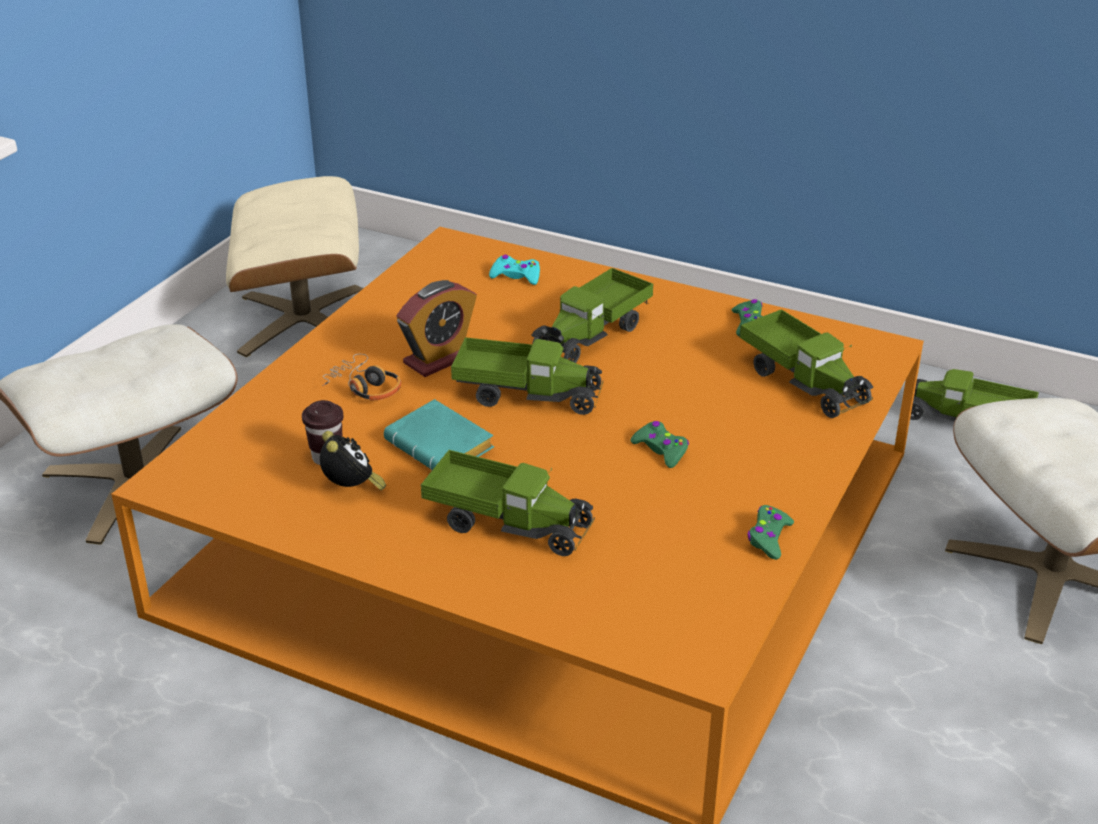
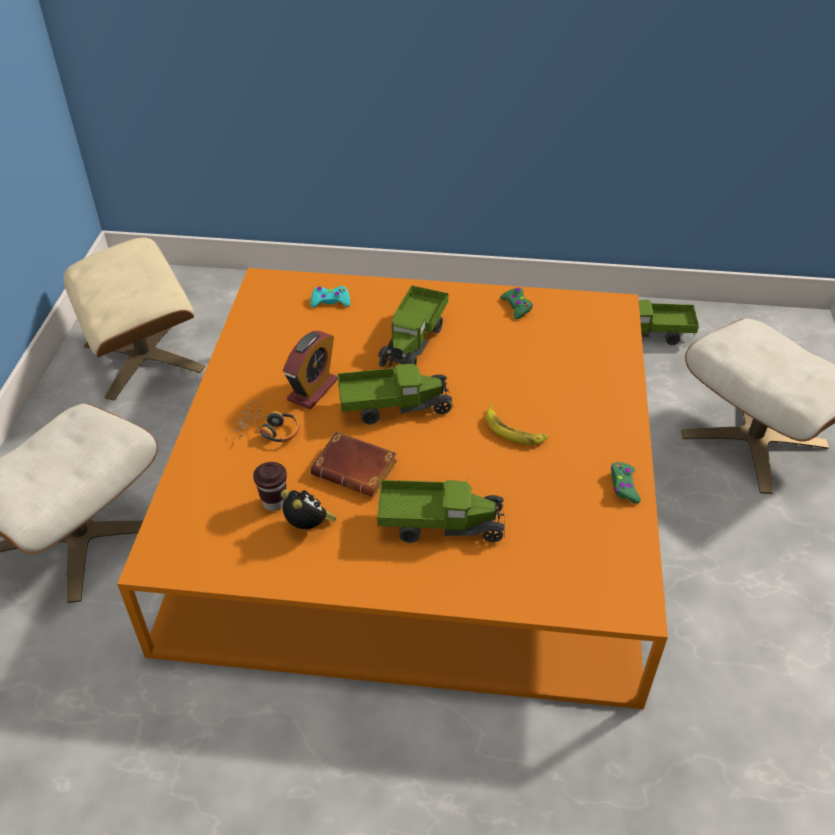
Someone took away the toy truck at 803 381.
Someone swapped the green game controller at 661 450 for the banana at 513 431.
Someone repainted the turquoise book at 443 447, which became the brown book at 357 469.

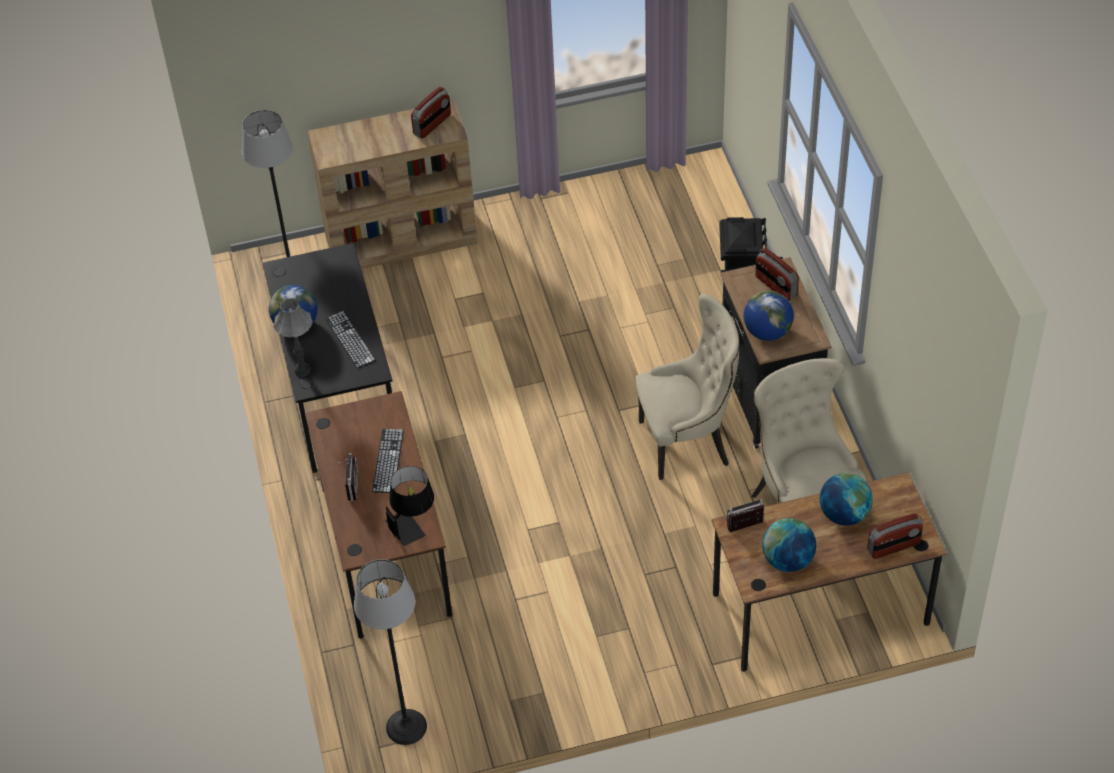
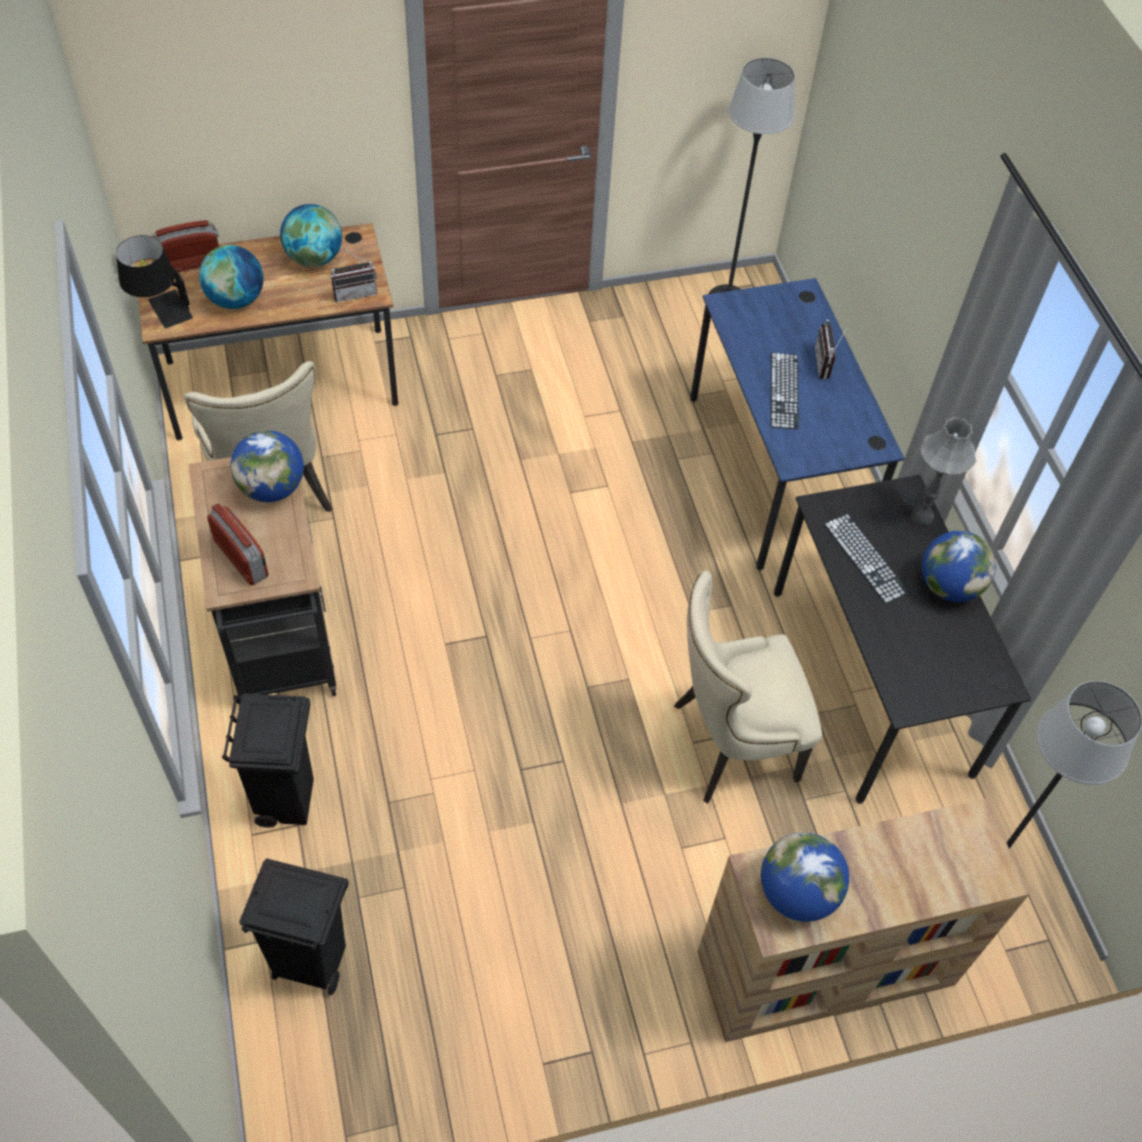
Someone put down the black trash can at 311 963.
Someone carried the black table lamp from 412 523 to 160 312.
Someone carried the beige chair from 686 441 to 731 744.
Someone swapped the radio at 432 125 for the globe at 797 893.
Someone repainted the brown desk at 385 550, which became the blue desk at 774 471.

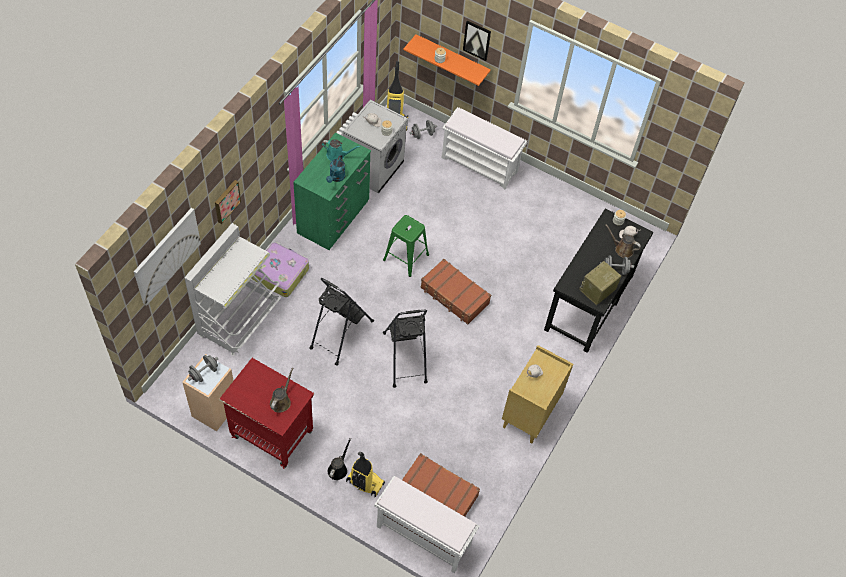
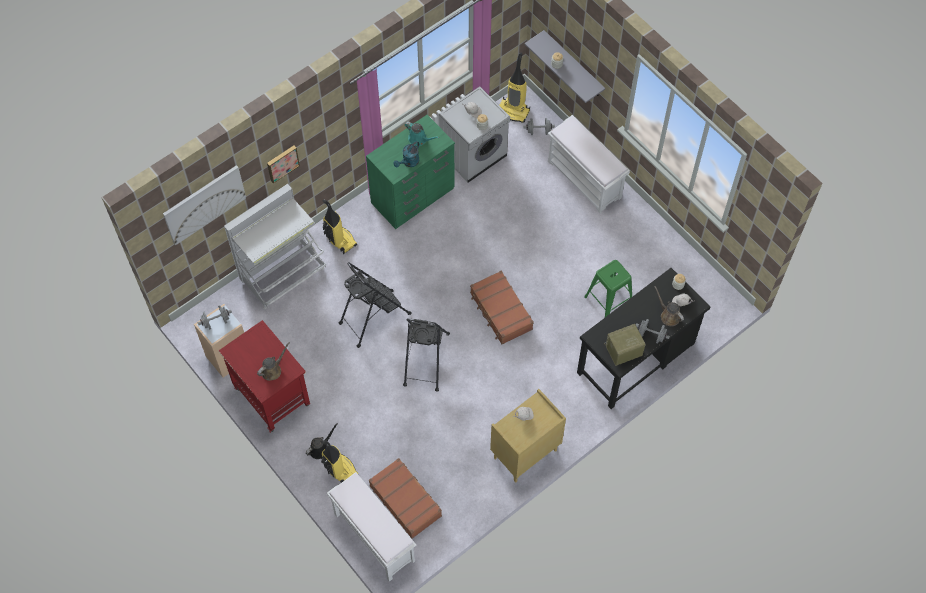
Someone took away the picture at 477 40.
Someone carried the green stool from 406 257 to 608 300.
Someone swapped the suitcase at 280 273 for the vacuum cleaner at 339 240.
Someone repainted the orange shelf at 452 58, which became the grey shelf at 573 65.

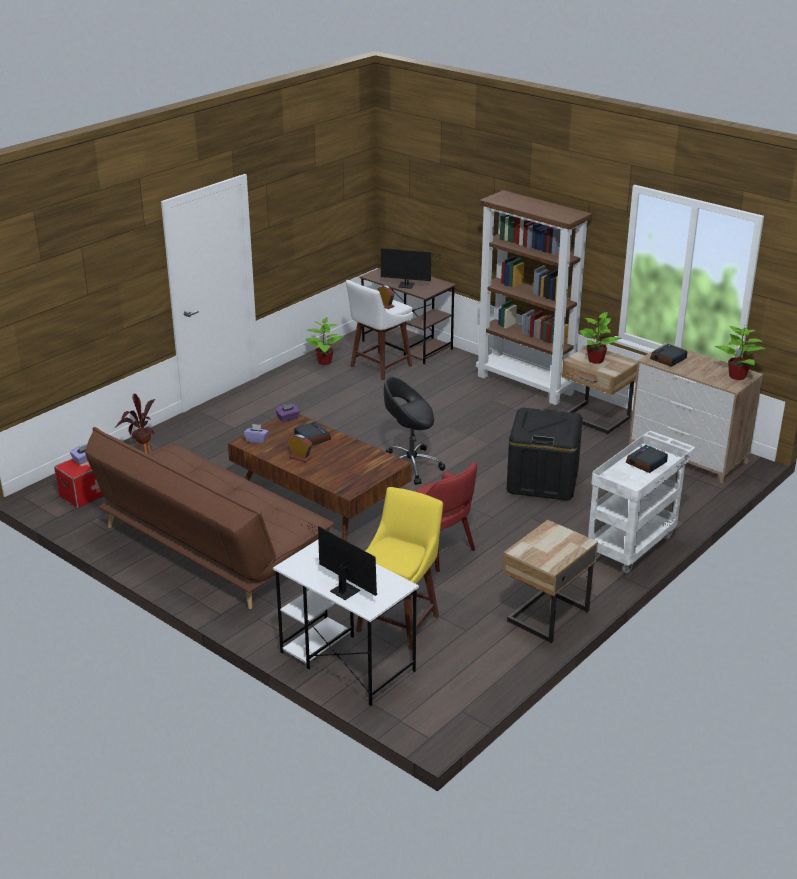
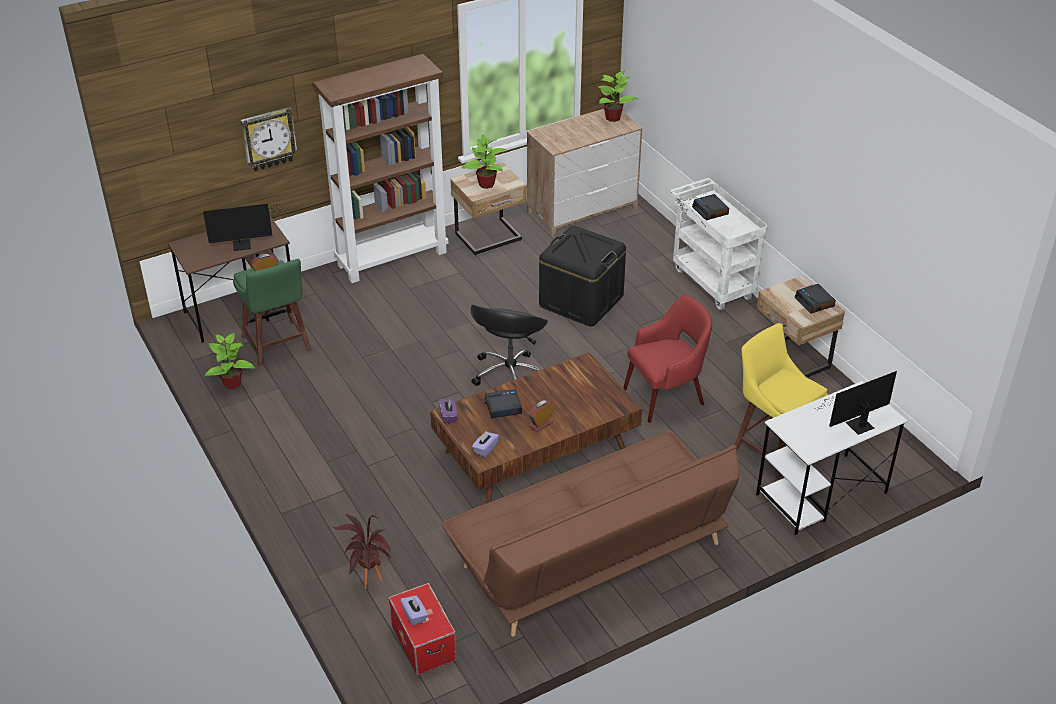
Someone put up the wall clock at 268 139.
Someone carried the alarm clock from 668 359 to 815 302.
Someone repainted the white stool at 379 367, which became the green stool at 277 345.
Someone rotated the monitor at 408 285 by 45 degrees clockwise.

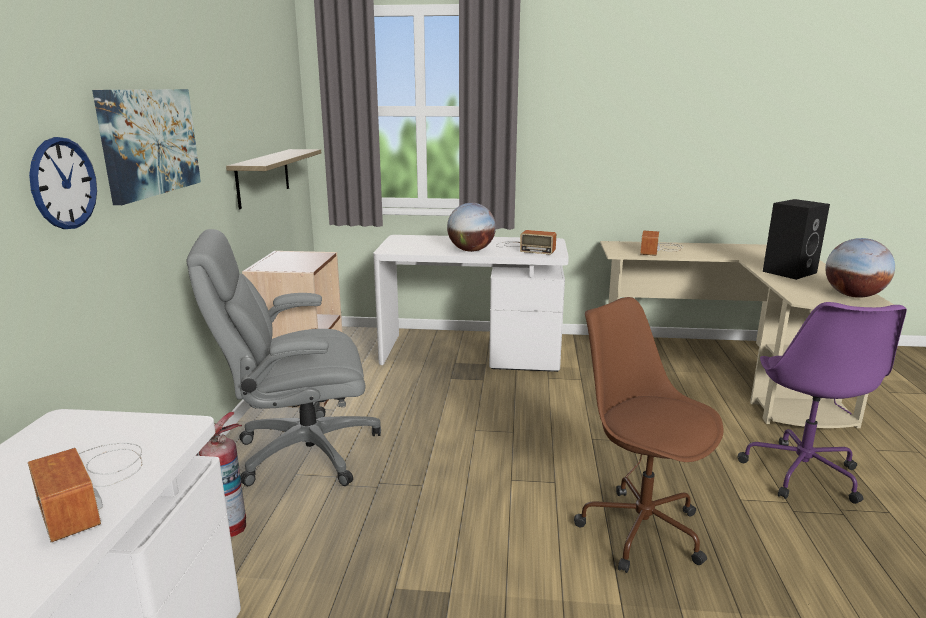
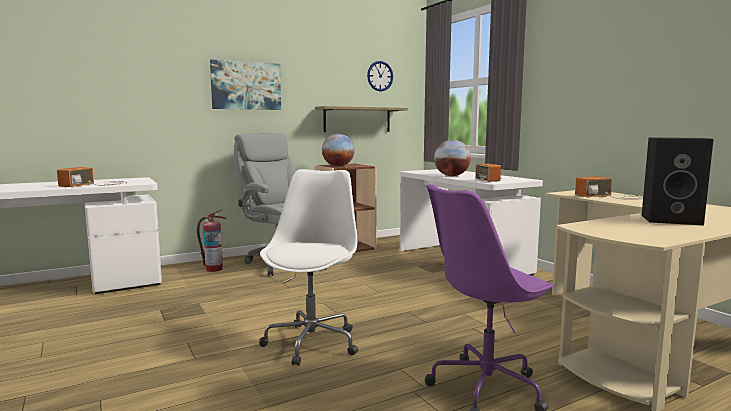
Someone carried the wall clock from 63 183 to 380 76.
Someone carried the globe from 853 296 to 338 166.
Someone repainted the brown office chair at 638 530, which became the white office chair at 312 342.

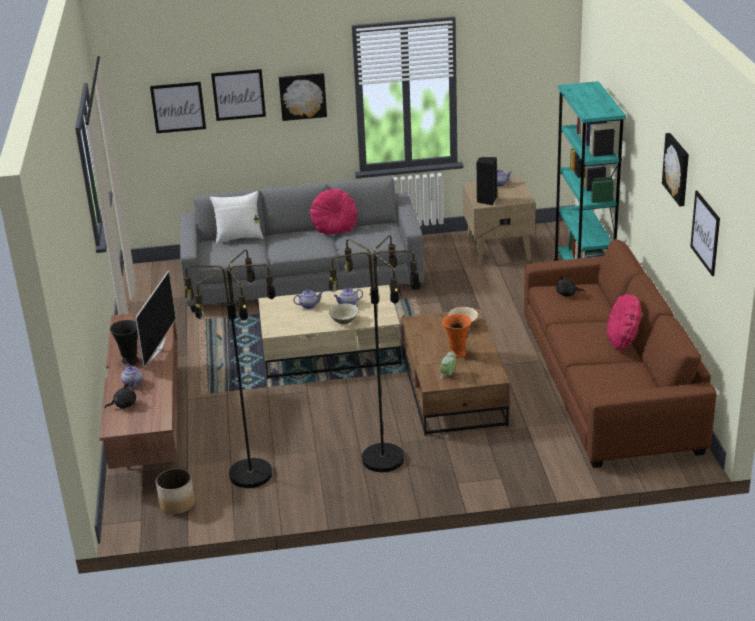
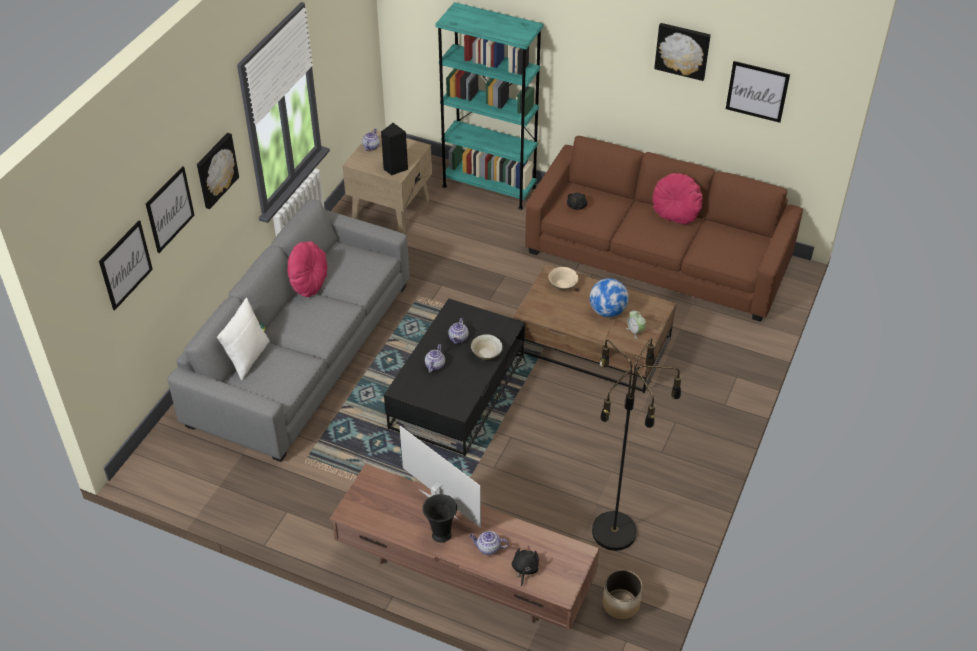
Someone took away the floor lamp at 384 458.
Someone swapped the orange vase at 457 354 for the globe at 607 311.
Someone repainted the beige coffee table at 331 351, which became the black coffee table at 457 391.

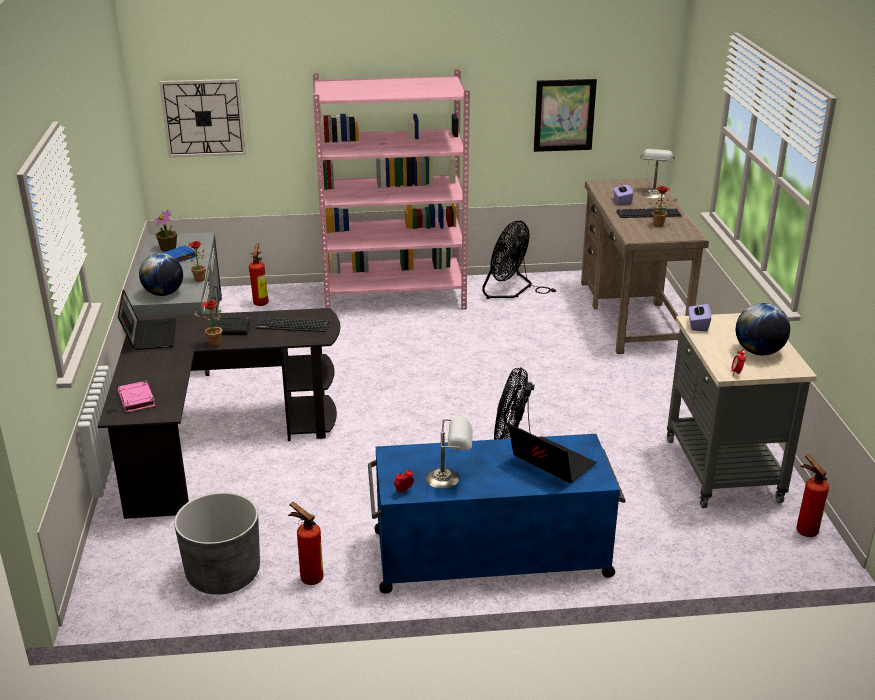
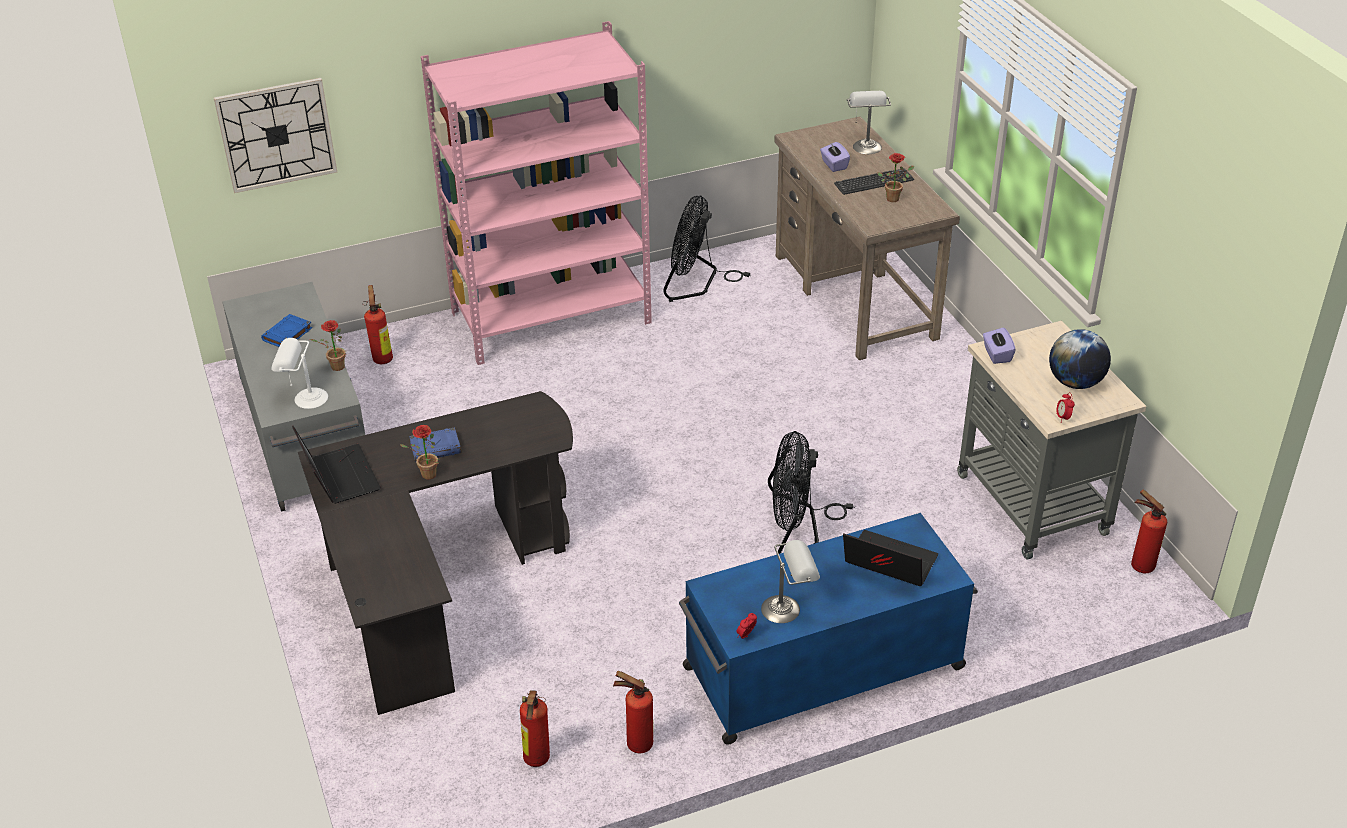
Someone took away the pink book at 137 400.
Someone took away the potted plant at 168 248.
Someone took away the keyboard at 292 325.
Someone took away the picture at 564 115.
Someone swapped the globe at 164 293 for the white table lamp at 303 398.
Someone swapped the grey planter at 223 574 for the fire extinguisher at 536 761.
Someone repainted the black book at 230 329, which became the blue book at 436 448.

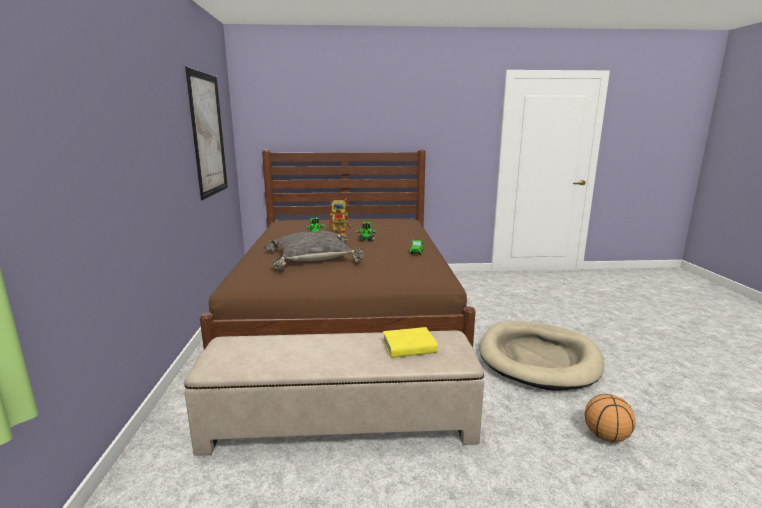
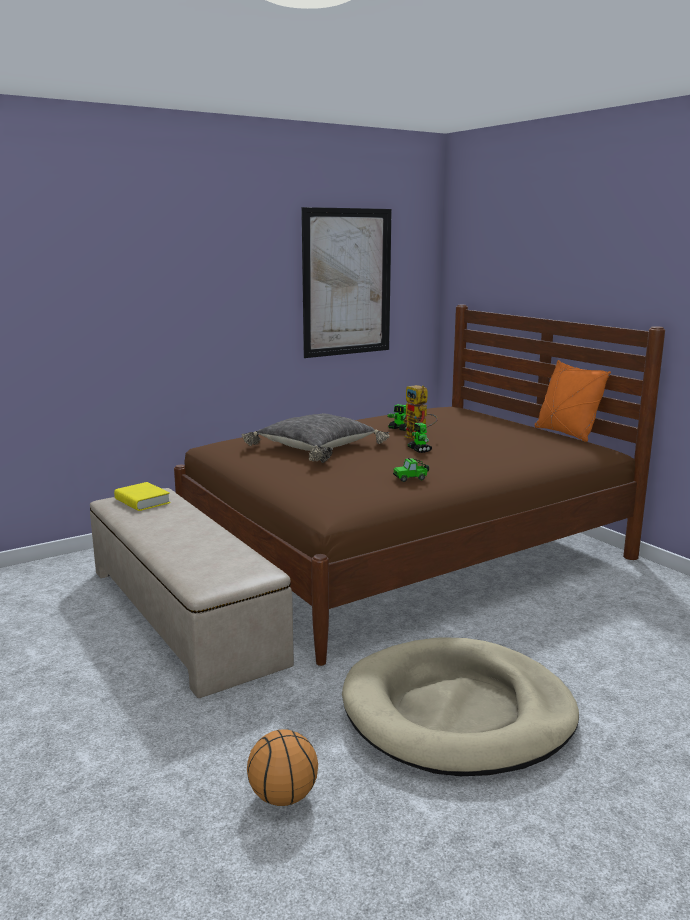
Someone put down the orange pillow at 566 433.
Someone carried the yellow book from 409 347 to 142 501.

